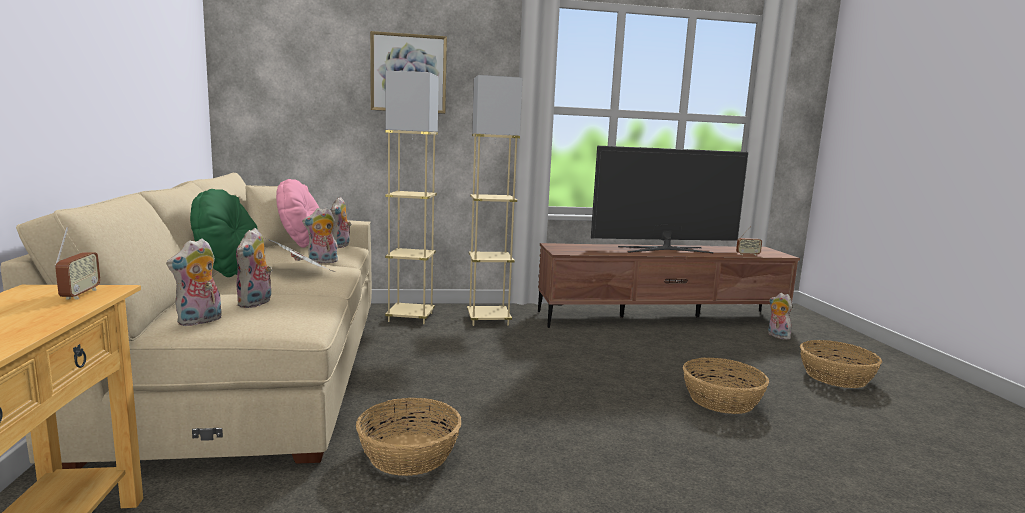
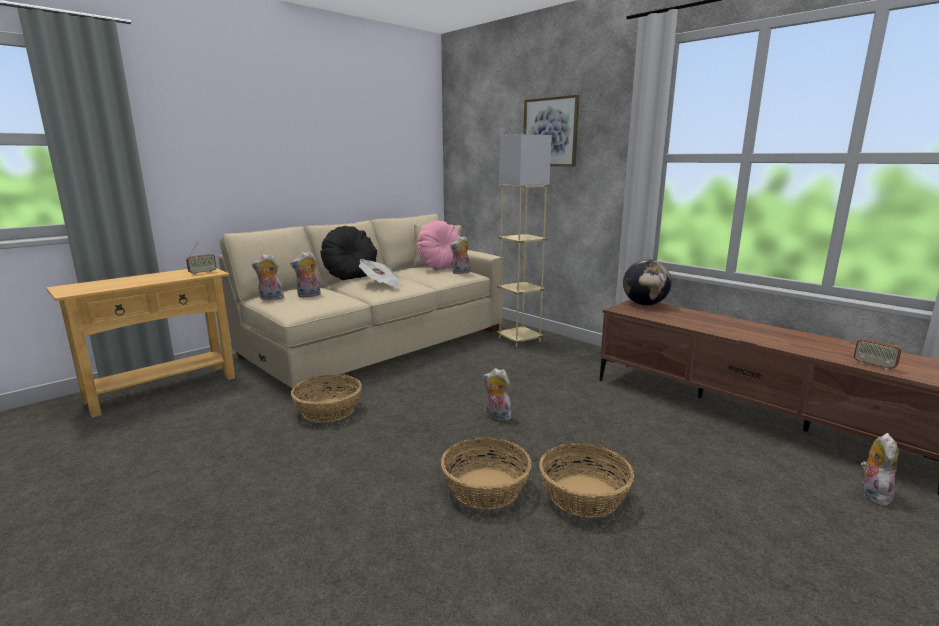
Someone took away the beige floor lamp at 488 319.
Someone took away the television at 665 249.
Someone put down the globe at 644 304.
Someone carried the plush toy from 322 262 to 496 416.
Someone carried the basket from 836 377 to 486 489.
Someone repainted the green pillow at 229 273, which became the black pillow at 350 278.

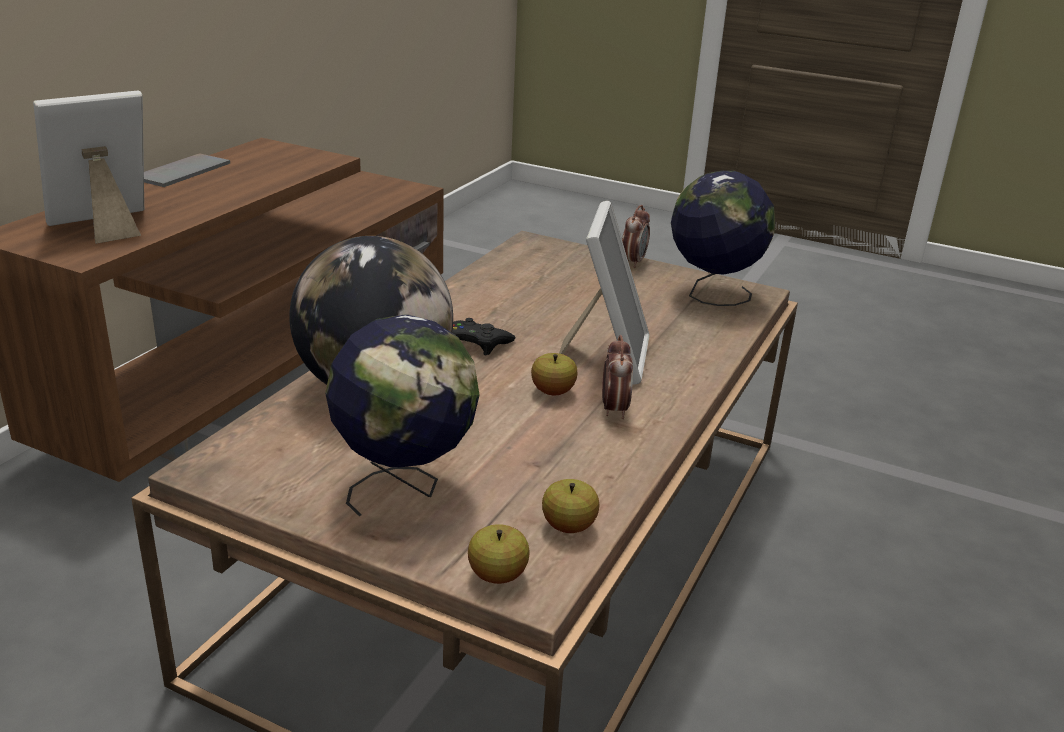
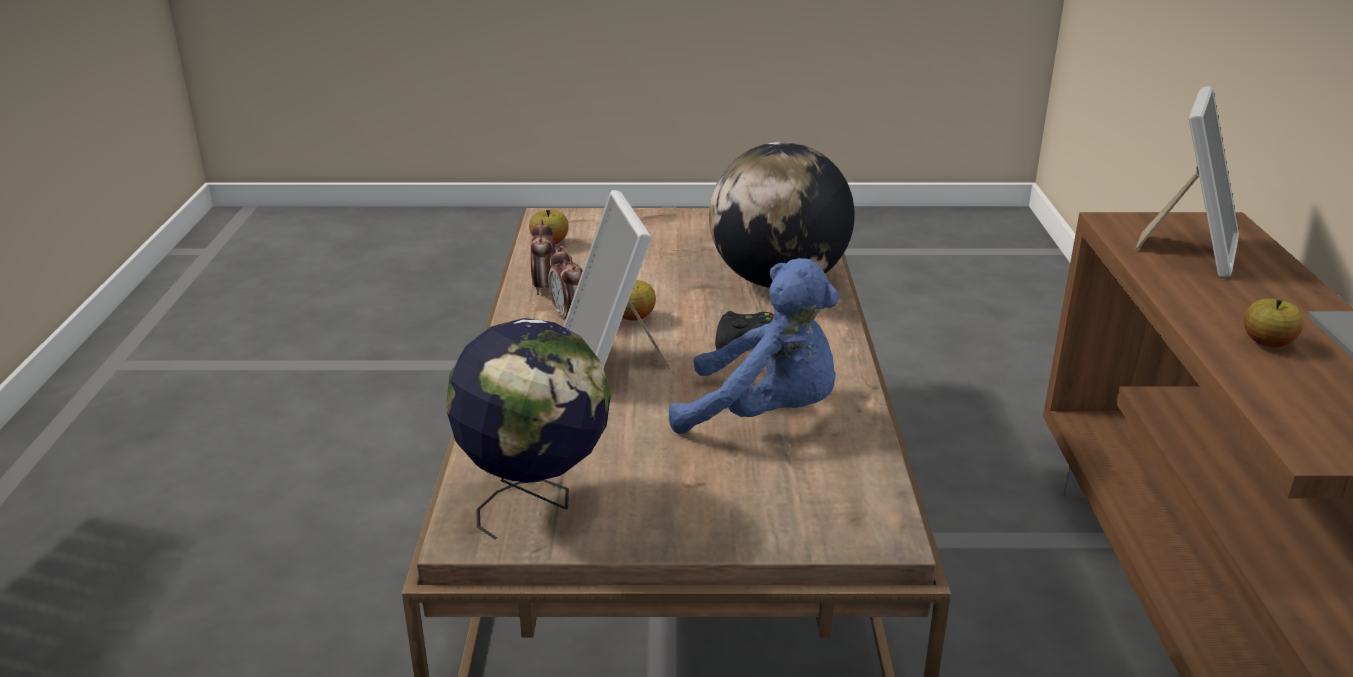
Someone took away the globe at 405 487.
Someone put down the blue plush toy at 764 415.
Someone carried the apple from 497 575 to 1267 343.
Someone carried the alarm clock from 633 262 to 545 288.

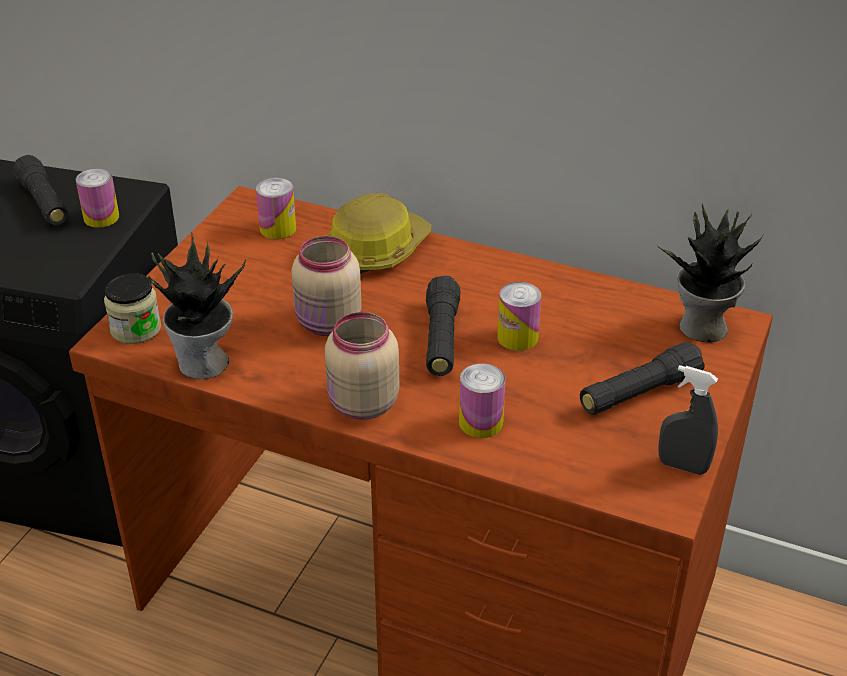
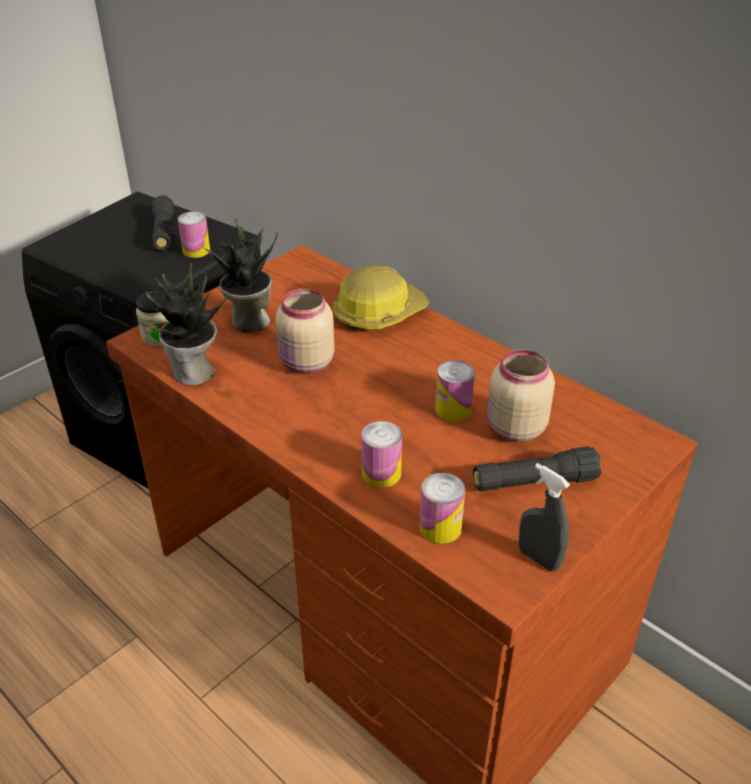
Someone took away the black flashlight at 441 339.
Someone carried the can from 278 229 to 440 527.
Someone carried the beige jar from 361 404 to 514 428.
Someone carried the potted plant from 701 328 to 249 322.

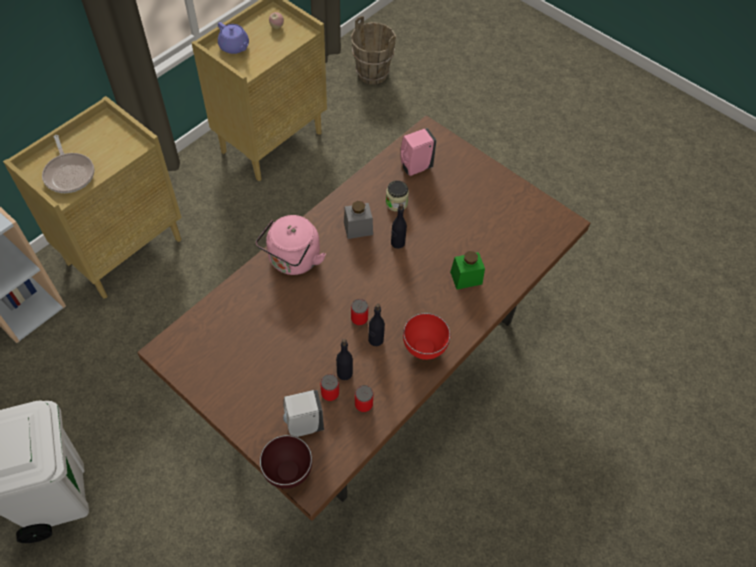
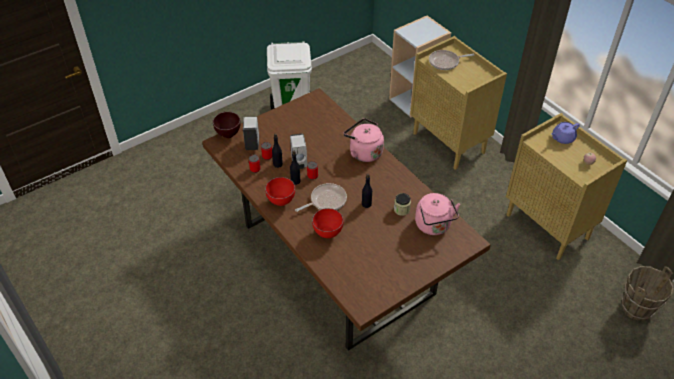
Someone took away the grey jar at 358 228.
Someone put down the white soap dispenser at 299 163.
Someone put down the frying pan at 326 201.
Someone swapped the pink soap dispenser at 415 167 for the pink kettle at 434 226.
Someone swapped the green jar at 466 278 for the red bowl at 328 234.

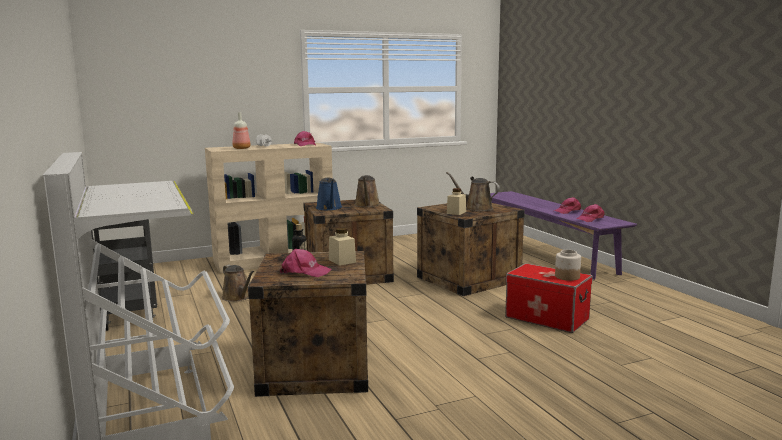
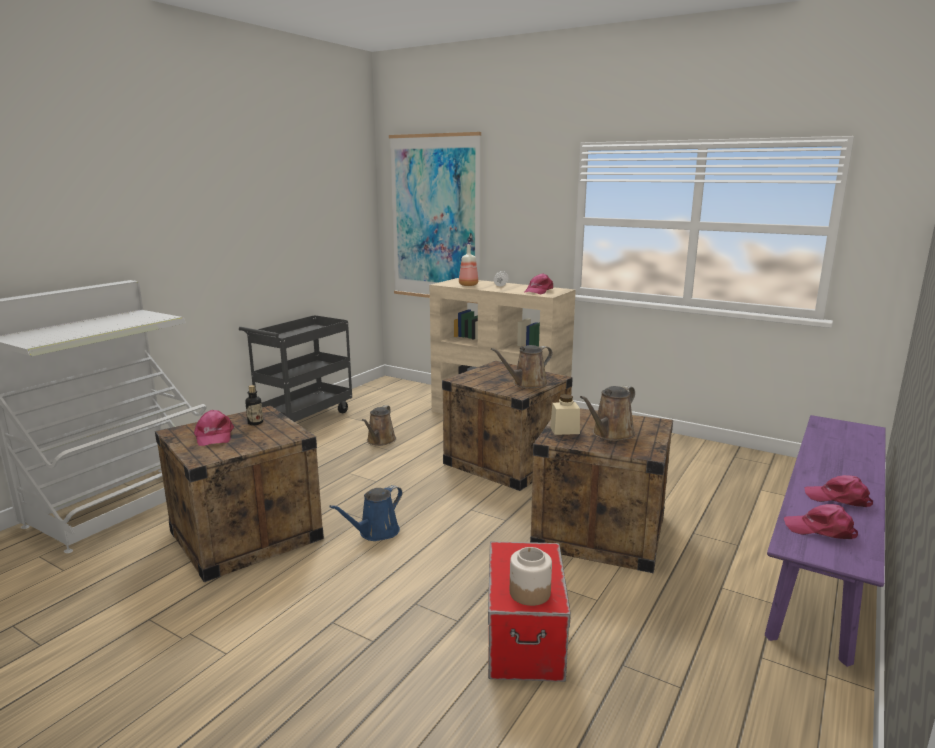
Someone took away the beige jar at 342 261.
Someone put up the picture at 435 218.
Someone carried the blue watering can from 329 208 to 376 533.
Someone rotated the brown watering can at 476 208 by 135 degrees counterclockwise.

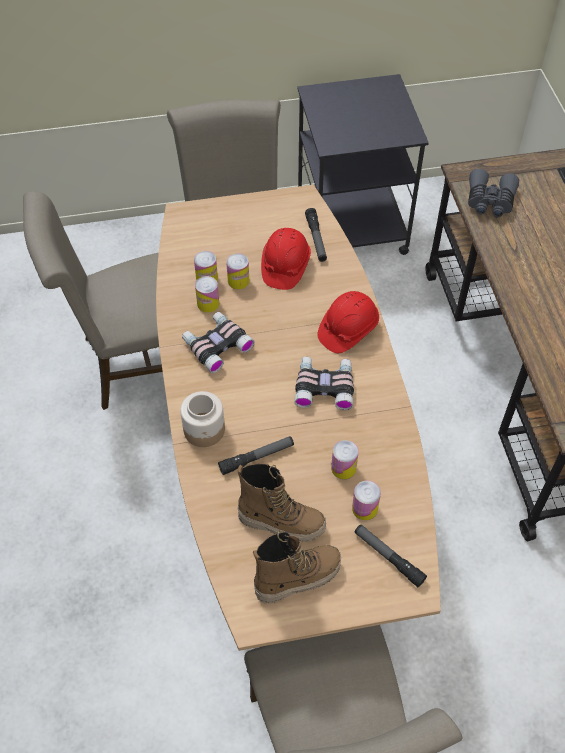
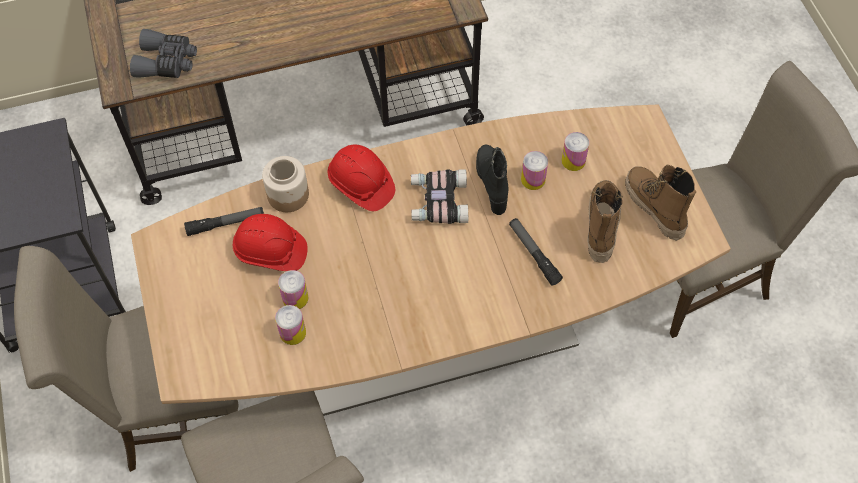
Someone took away the binoculars at 216 345.
Someone took away the can at 208 304.
Someone took away the flashlight at 388 557.
Someone put down the black boot at 493 183.
Someone carried the jar from 204 430 to 288 194.

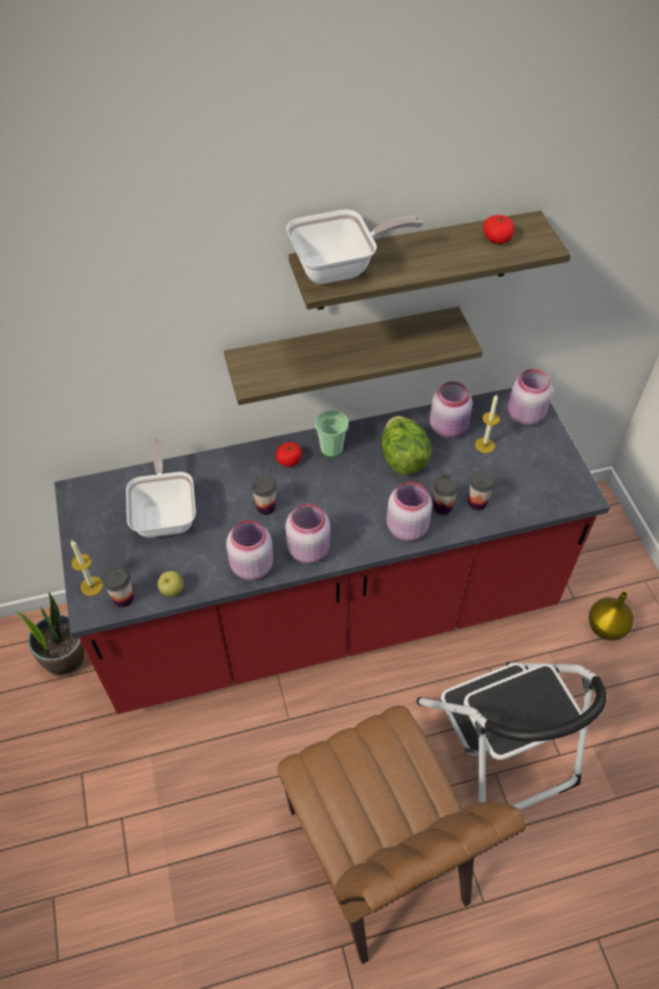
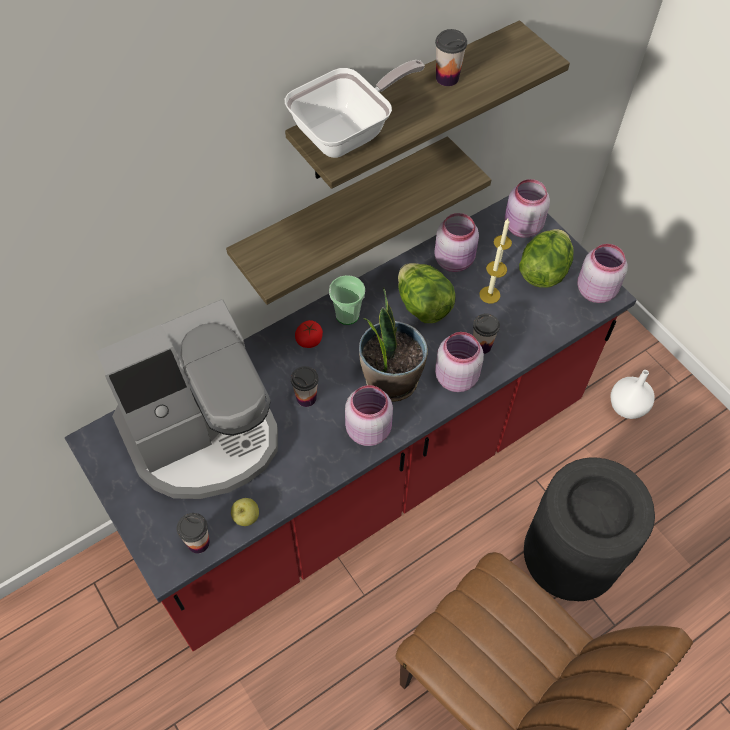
Someone took away the tomato at 497 238.
Someone put down the lettuce at 543 272.
Someone carried the potted plant from 65 658 to 390 379.
Someone carried the candle from 91 586 to 489 295.
Someone carried the pink jar from 251 564 to 594 290.
Someone carried the cup from 477 503 to 447 78.
Someone swapped the frying pan at 166 512 for the coffee machine at 203 435.
Someone swapped the step ladder at 498 747 for the black trash can at 571 554.
Someone repainted the yellow vase at 606 628, which became the white vase at 627 406.

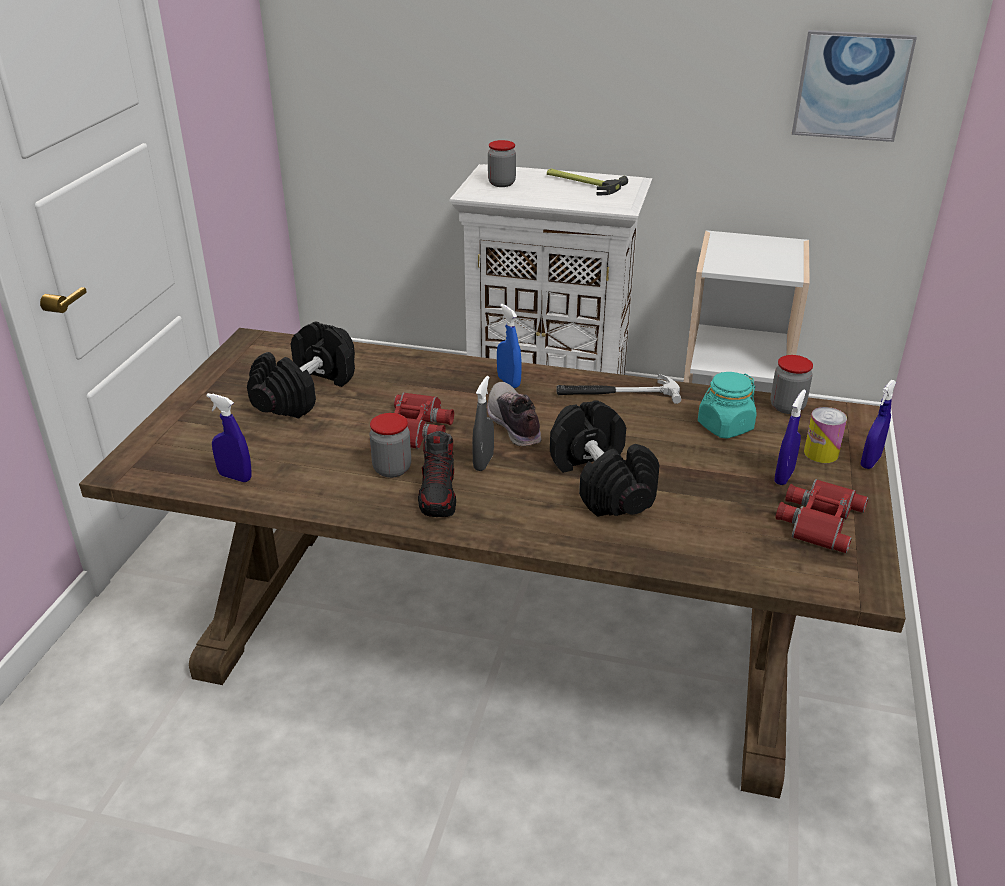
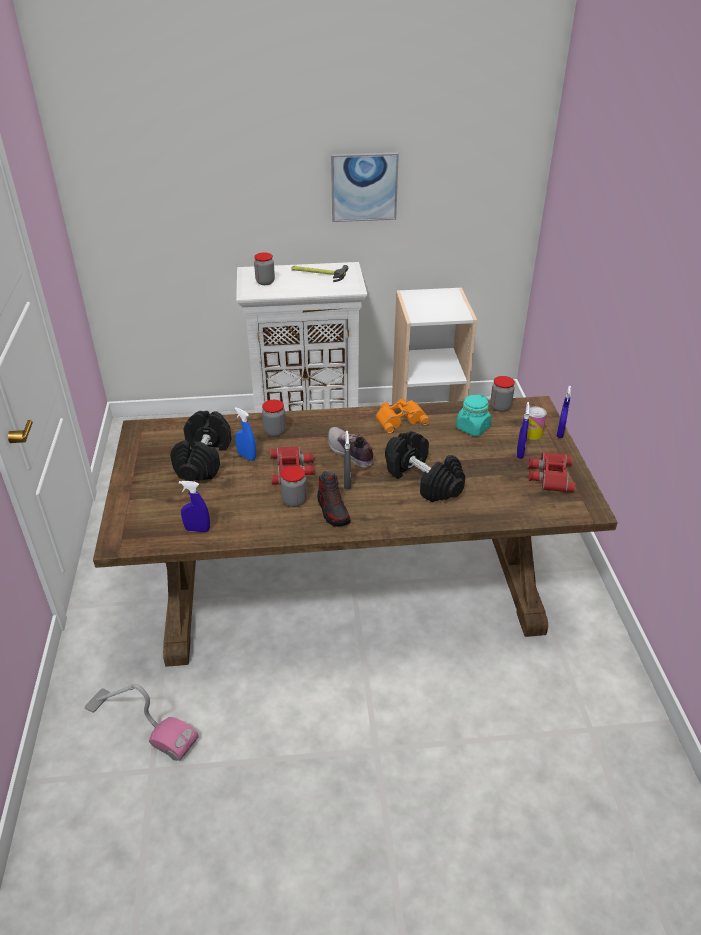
Someone put down the vacuum cleaner at 141 724.
Someone put down the jar at 275 432.
Someone carried the blue spray bottle from 508 382 to 247 456.
Someone carried the picture from 851 85 to 364 187.
Someone swapped the hammer at 617 393 for the orange binoculars at 400 418.

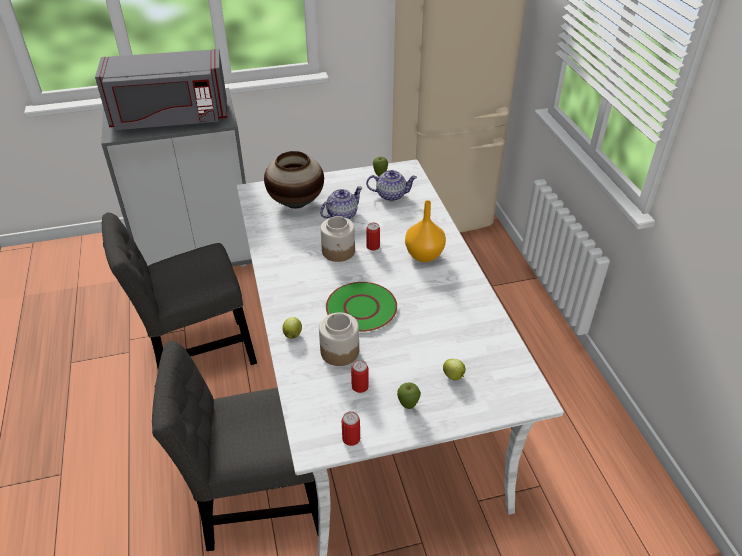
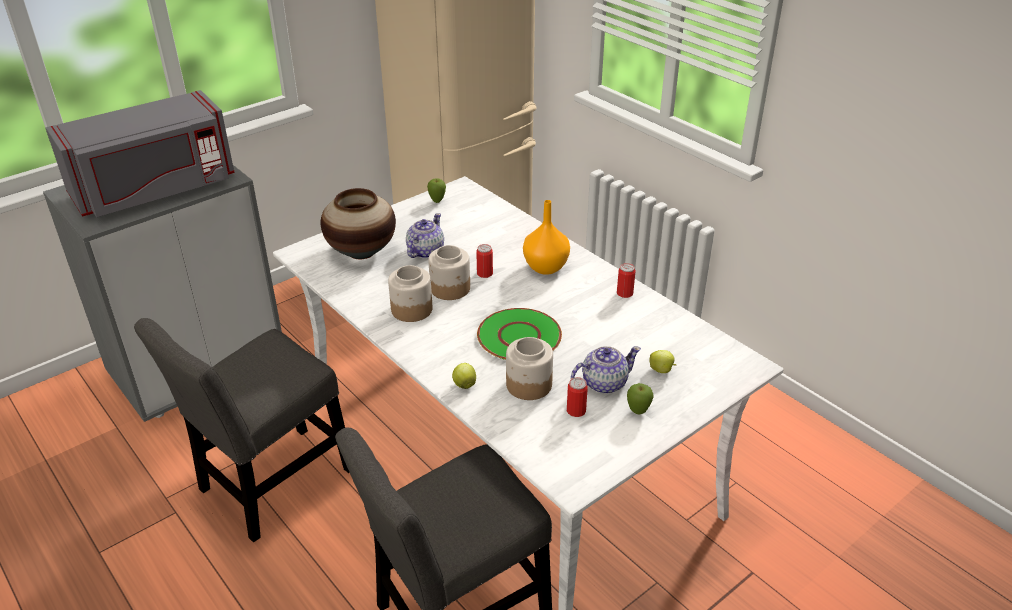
Someone put down the jar at 411 309.
Someone carried the can from 351 438 to 624 293.
Someone carried the teapot from 390 195 to 603 383.

